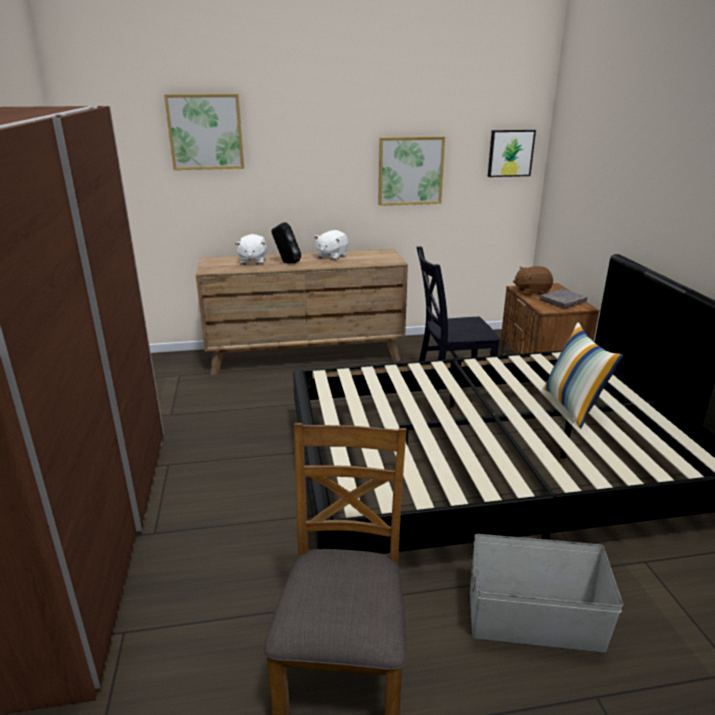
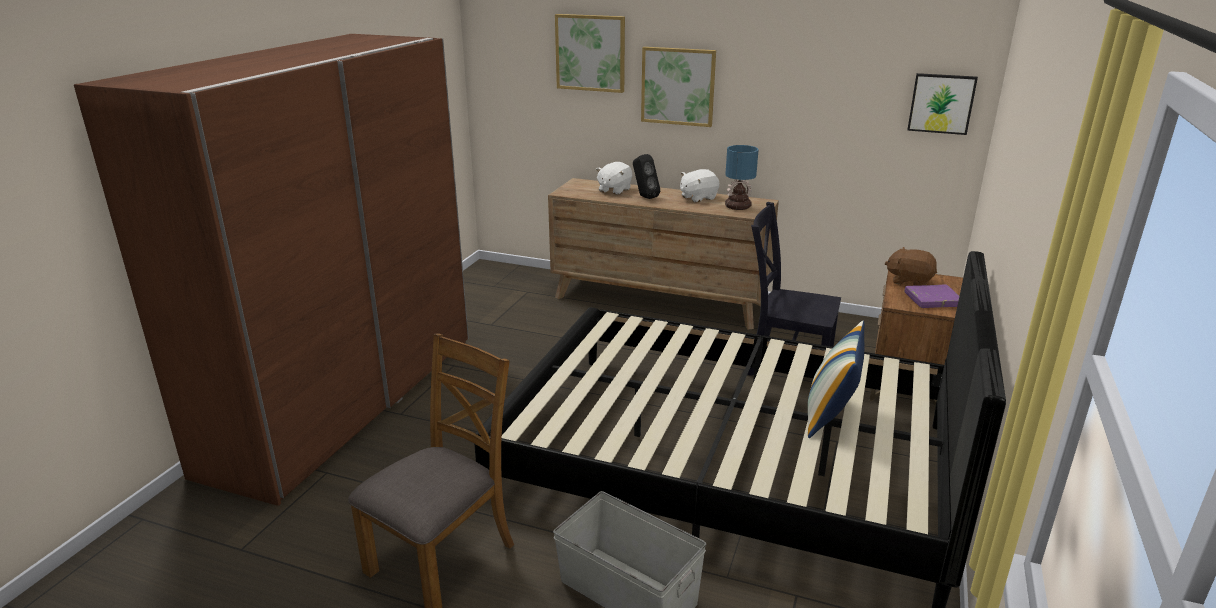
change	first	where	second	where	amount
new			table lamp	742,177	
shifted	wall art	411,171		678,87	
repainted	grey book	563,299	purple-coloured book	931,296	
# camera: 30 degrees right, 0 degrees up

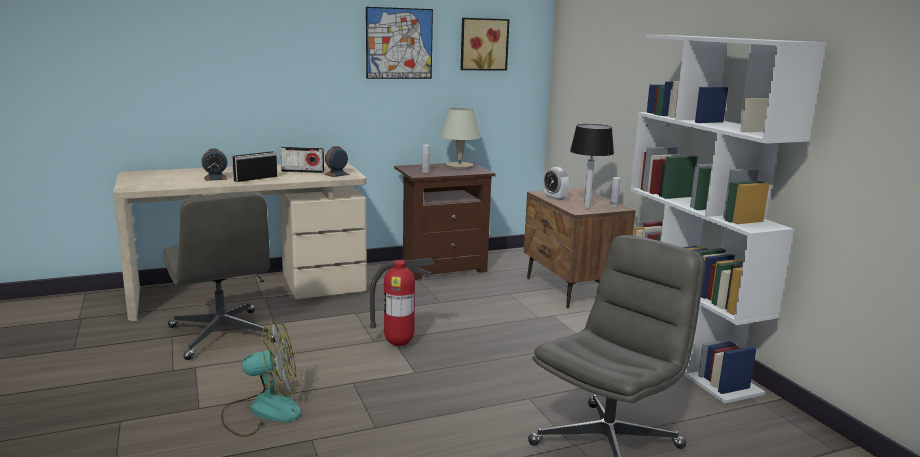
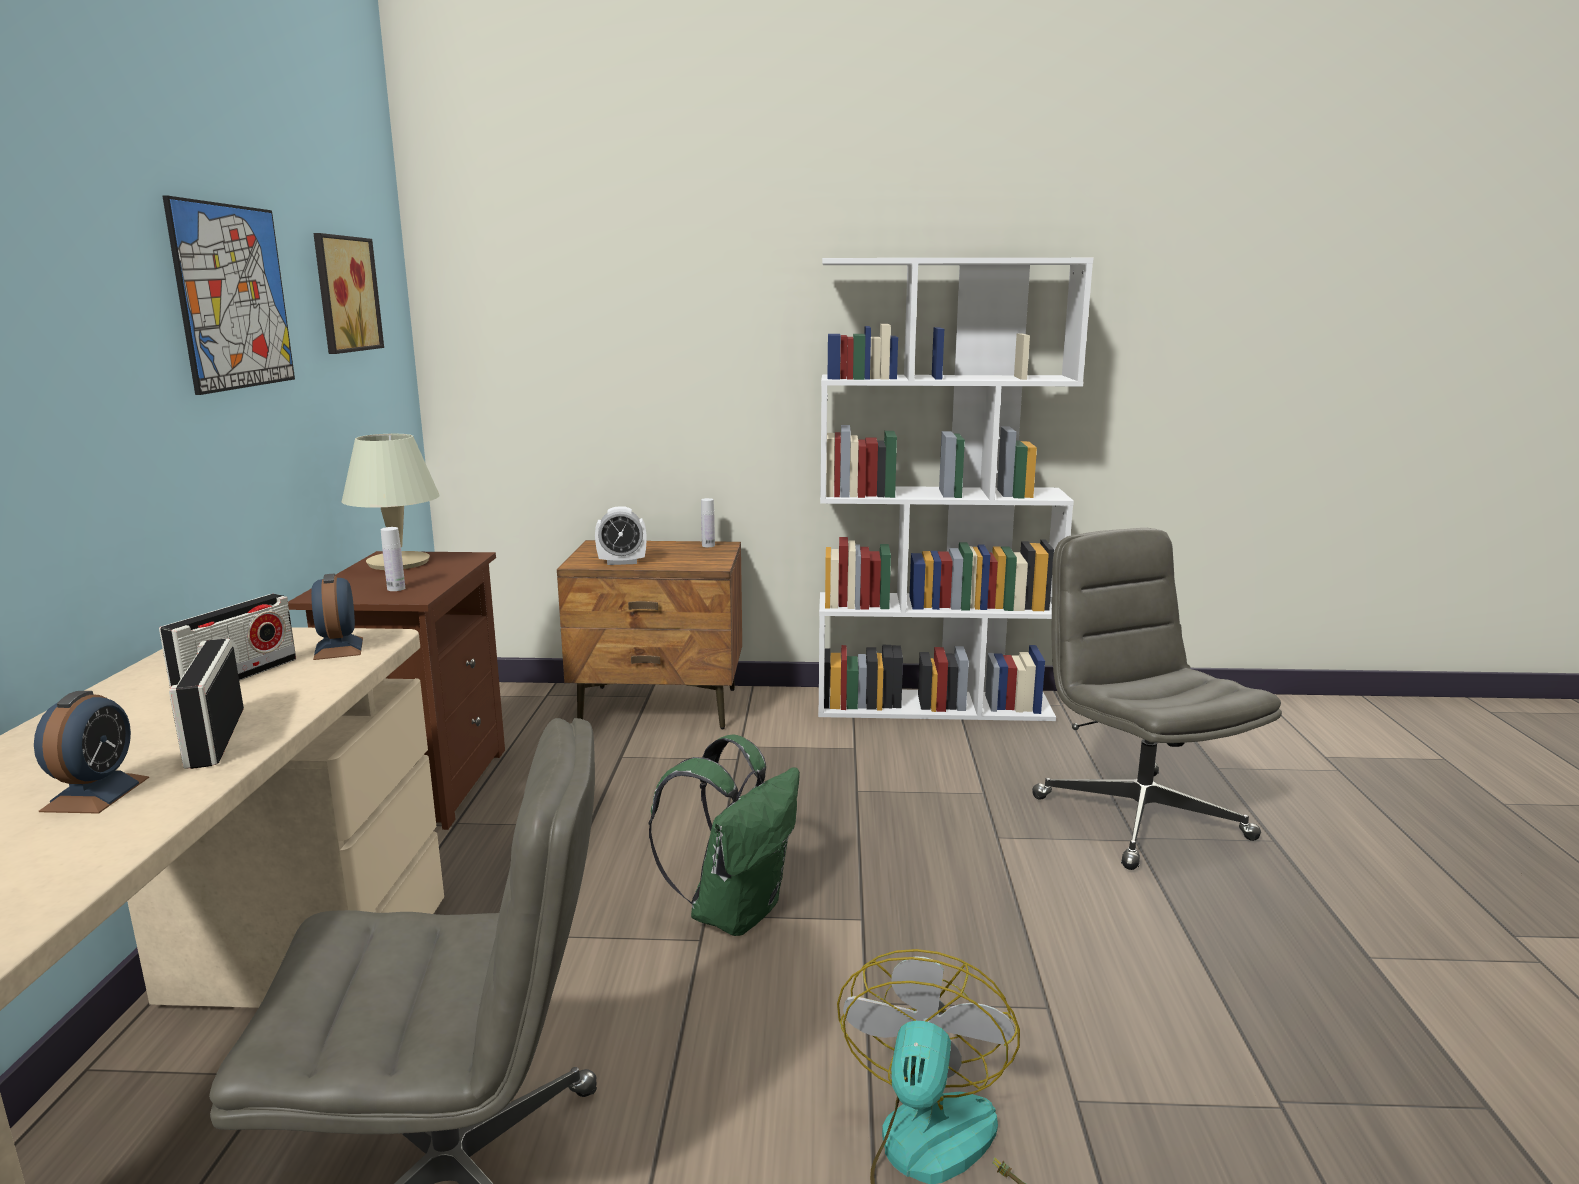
change	first	where	second	where	amount
gone	table lamp	592,166			
swapped	fire extinguisher	402,302	green-coloured knapsack	724,835	
# camera: 65 degrees left, 0 degrees up

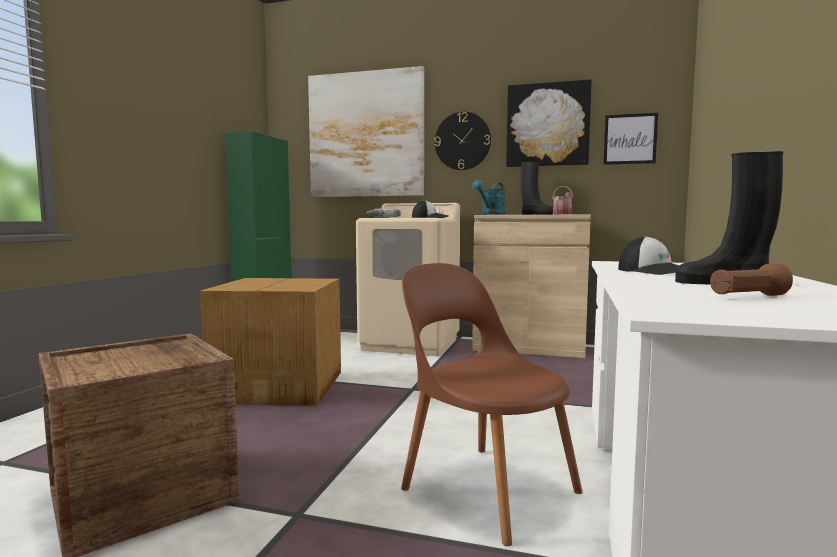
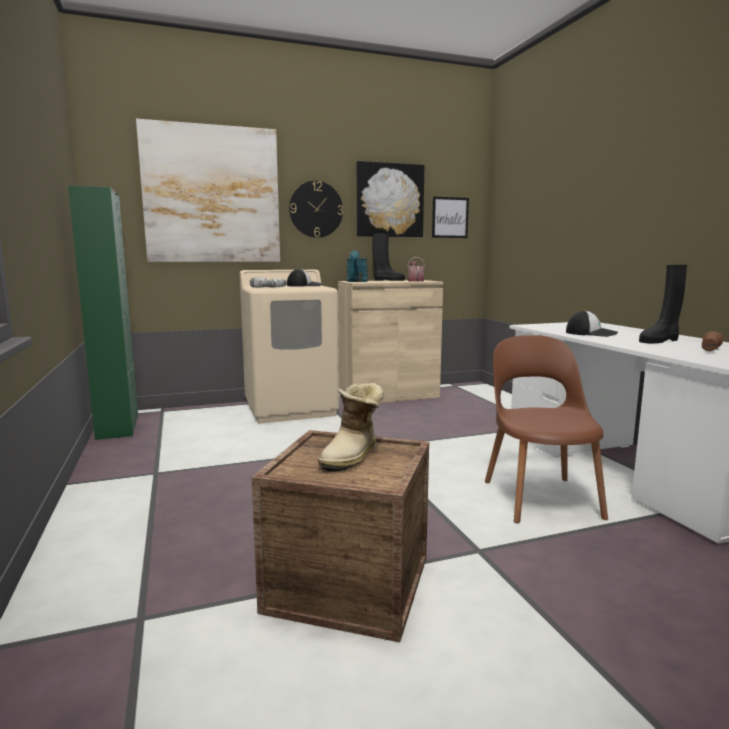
change	first	where	second	where	amount
gone	carton	270,342			
new			tall boot	351,427	
rotated	brown upright chair	492,404		546,429	75 degrees clockwise
# camera: 35 degrees left, 5 degrees up

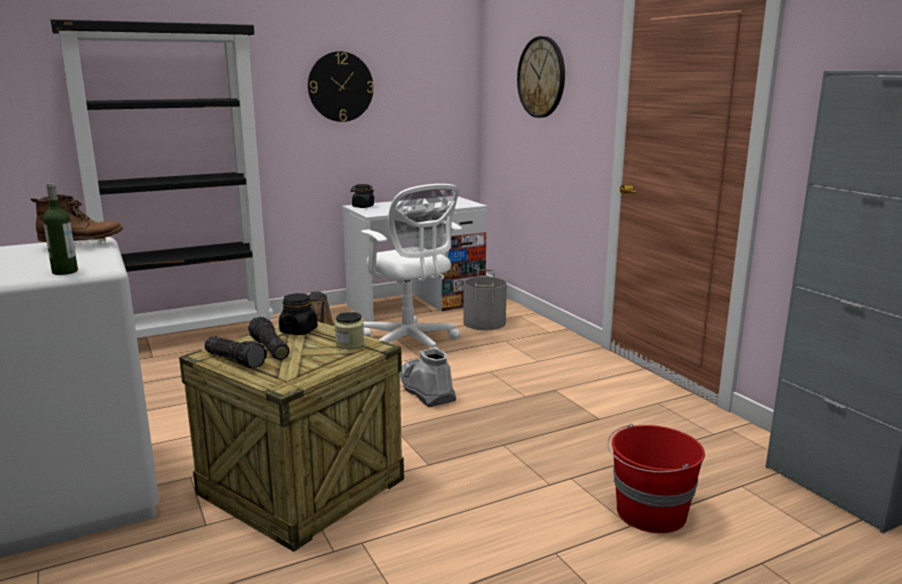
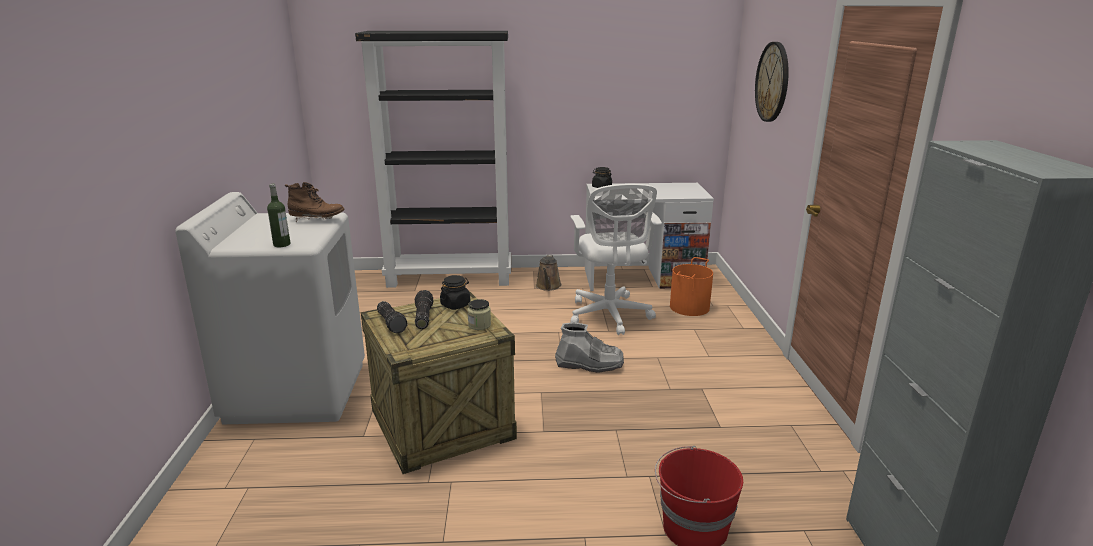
change	first	where	second	where	amount
gone	hanging clock	341,86			
repainted	grey pail	485,299	orange pail	691,286	
rotated	grey tall boot	428,377		589,347	105 degrees clockwise
# camera: 25 degrees right, 5 degrees up

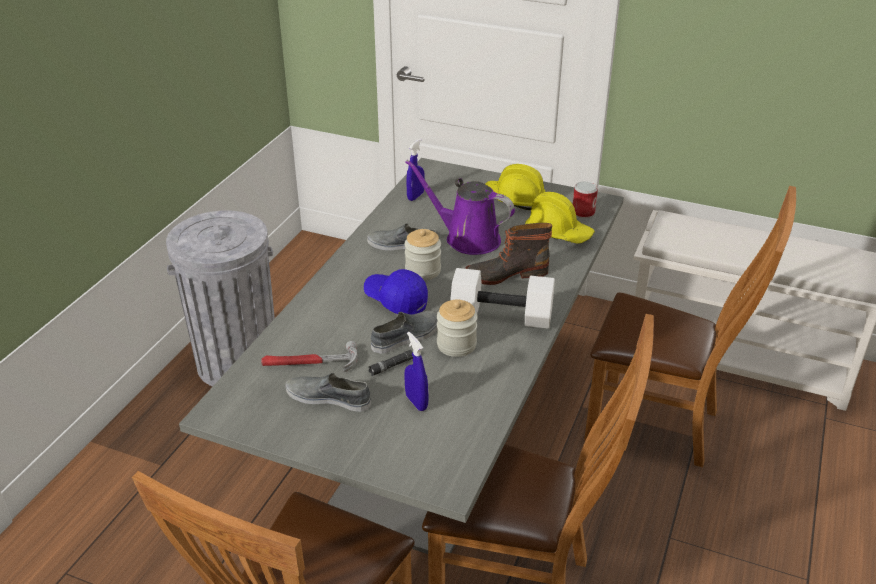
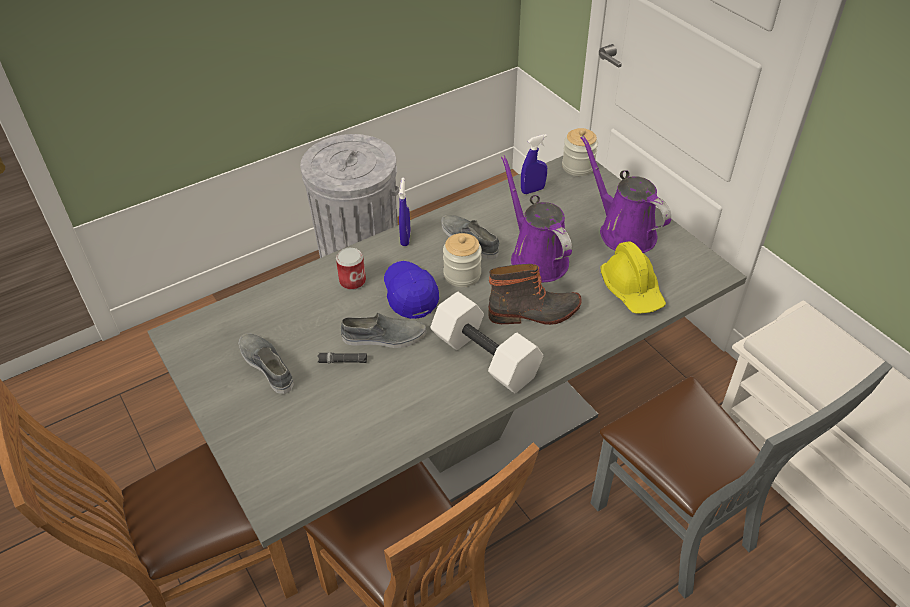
change	first	where	second	where	amount
gone	hammer	309,357			
shifted	bluish sprayer	416,371		405,211	
shifted	jar	457,328		580,152	
shifted	sealed can	585,199		351,269	
swapped	yellow-coloured work helmet	515,187	purple-coloured watering pot	625,194	
repainted	brown upright chair	690,326	grey upright chair	742,480	
rotated	tall boot	508,254		535,294	150 degrees clockwise
# camera: 35 degrees right, 10 degrees up

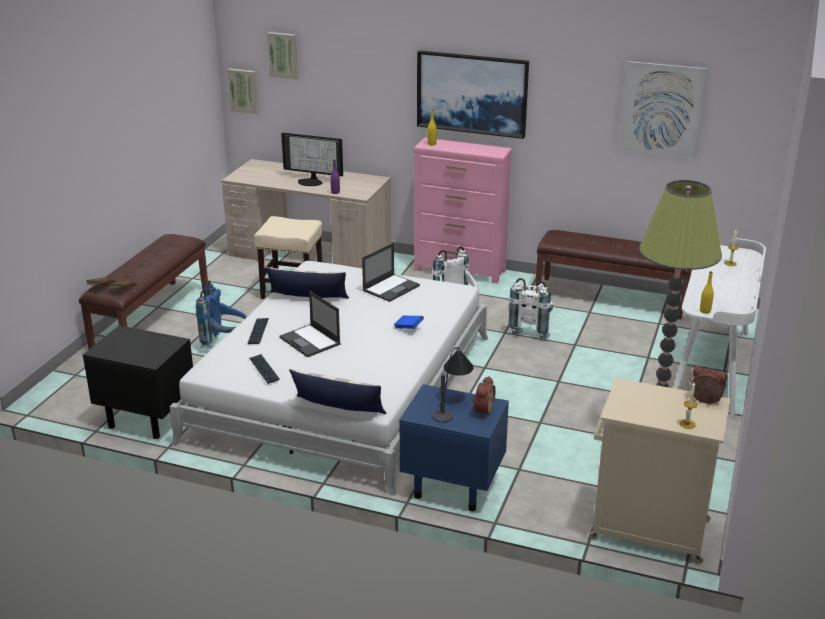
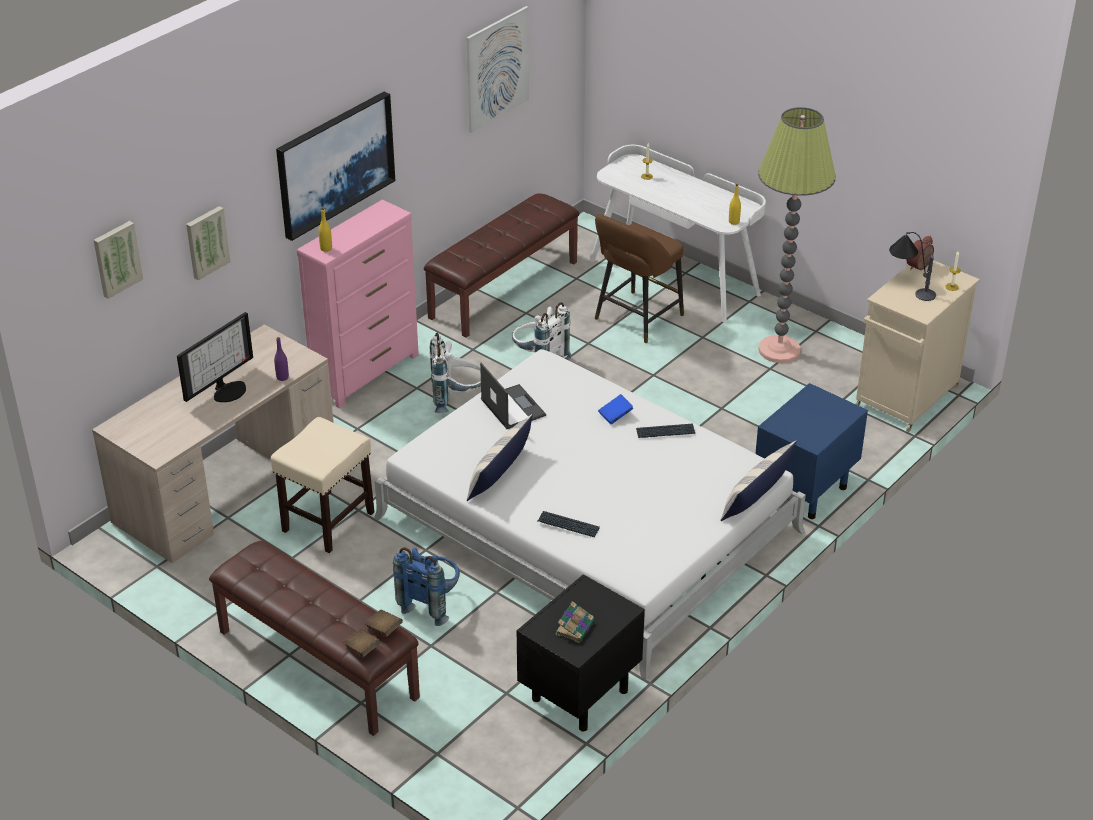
change	first	where	second	where	amount
gone	laptop	310,324			
gone	alarm clock	484,396			
new			book	575,622	
new			brown stool seat	639,278	
shifted	wall art	242,91		208,243	
shifted	keyboard	264,369		665,430	
shifted	table lamp	453,385		912,266	
# camera: 70 degrees left, 10 degrees up

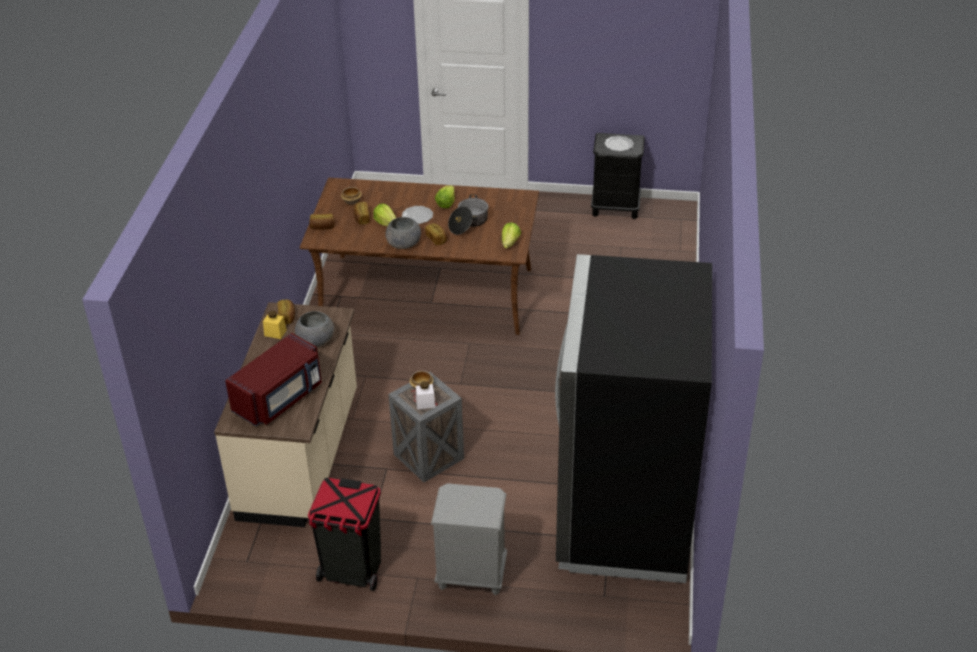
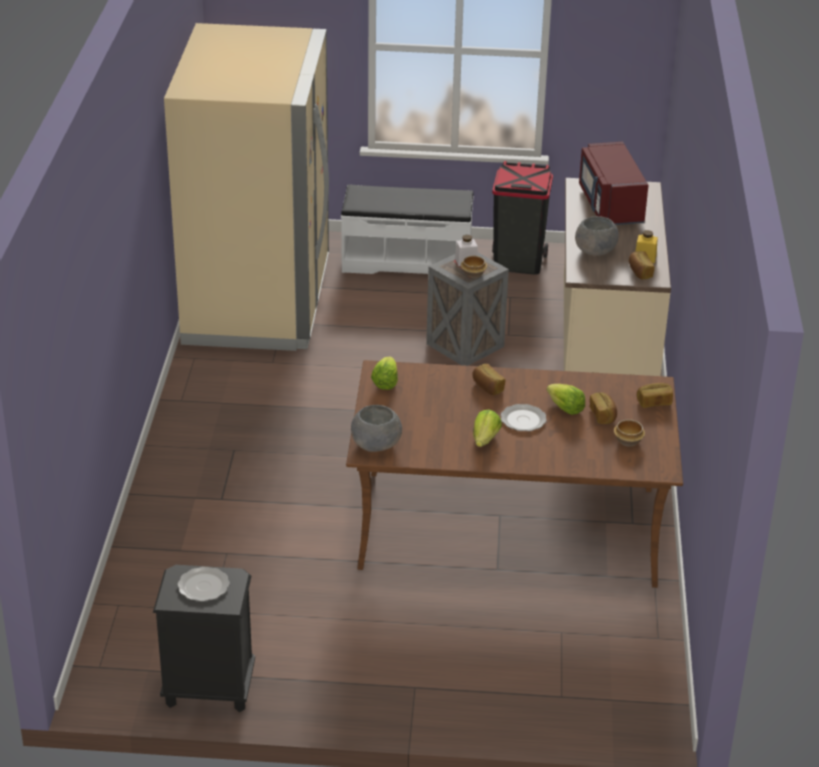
change	first	where	second	where	amount
gone	saucepot	468,214			
shifted	grey bowl	403,233		376,428	
swapped	grey nightstand	469,539	white-coloured indoor bench	407,229	
repainted	blackish fridge	633,418	sand-coloured fridge	246,187	
rotated	reddish microwave	273,379		614,183	45 degrees counterclockwise
# camera: 175 degrees right, 5 degrees down

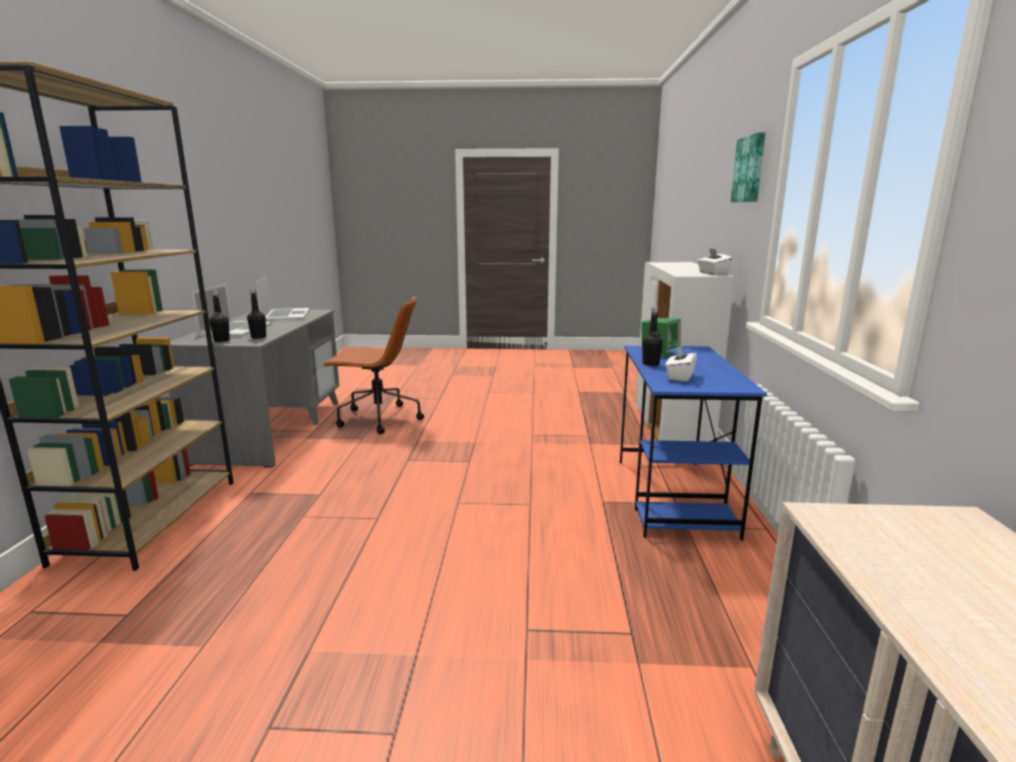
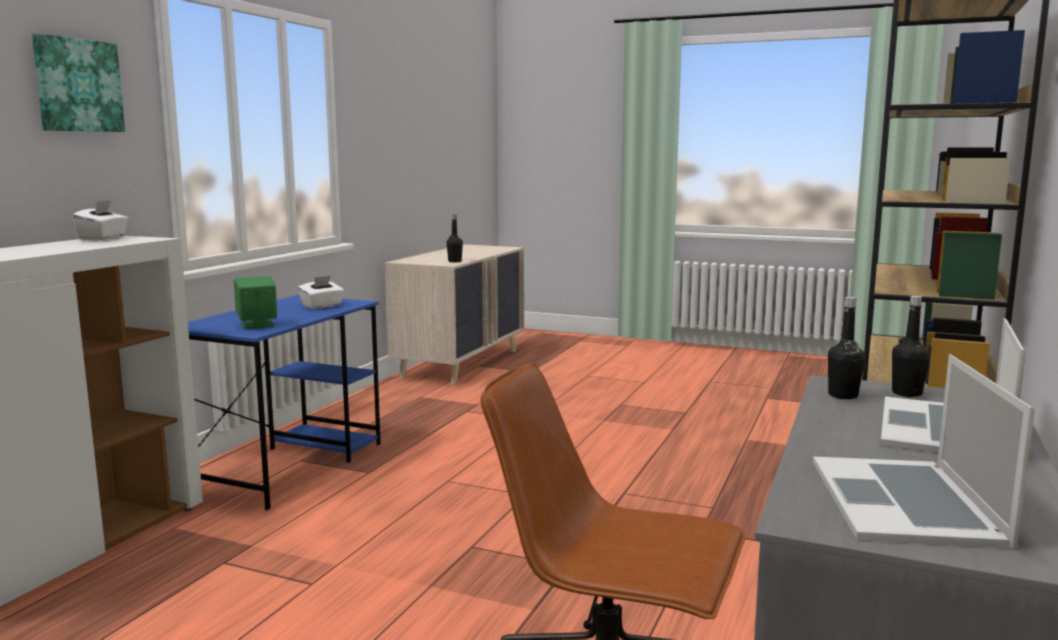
change	first	where	second	where	amount
shifted	blackish bottle	652,336		455,238	
# camera: 160 degrees left, 5 degrees down

